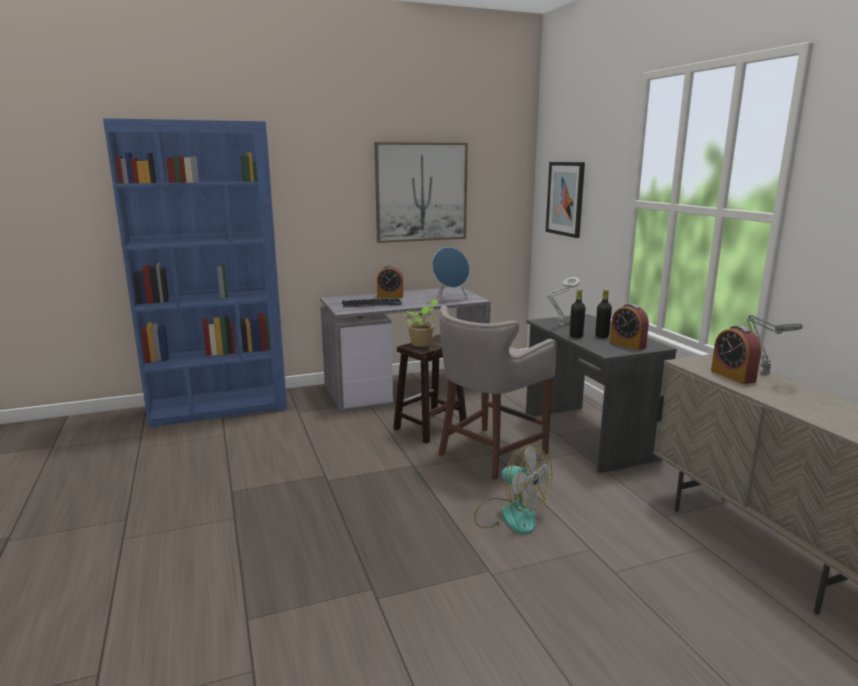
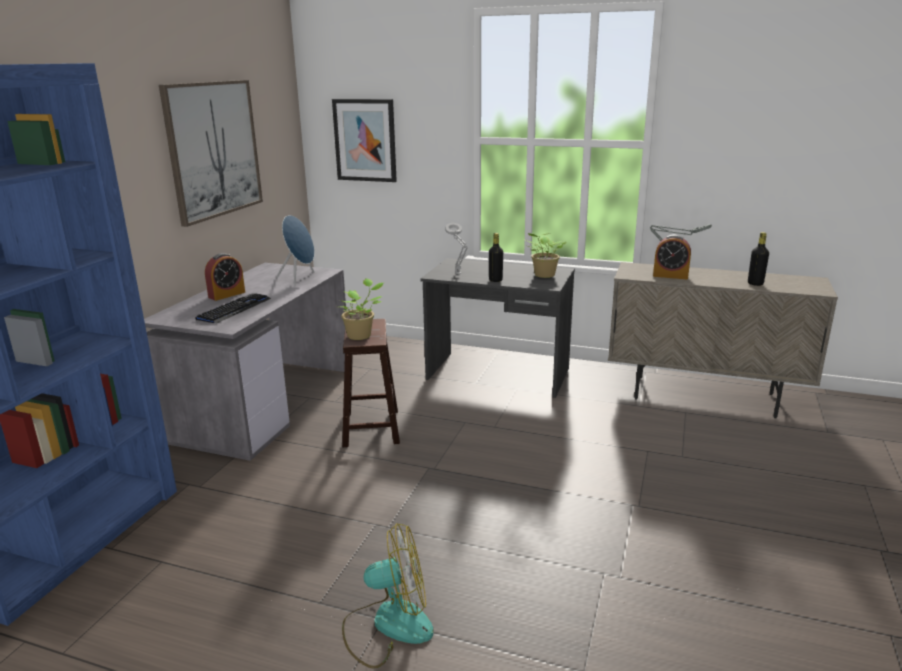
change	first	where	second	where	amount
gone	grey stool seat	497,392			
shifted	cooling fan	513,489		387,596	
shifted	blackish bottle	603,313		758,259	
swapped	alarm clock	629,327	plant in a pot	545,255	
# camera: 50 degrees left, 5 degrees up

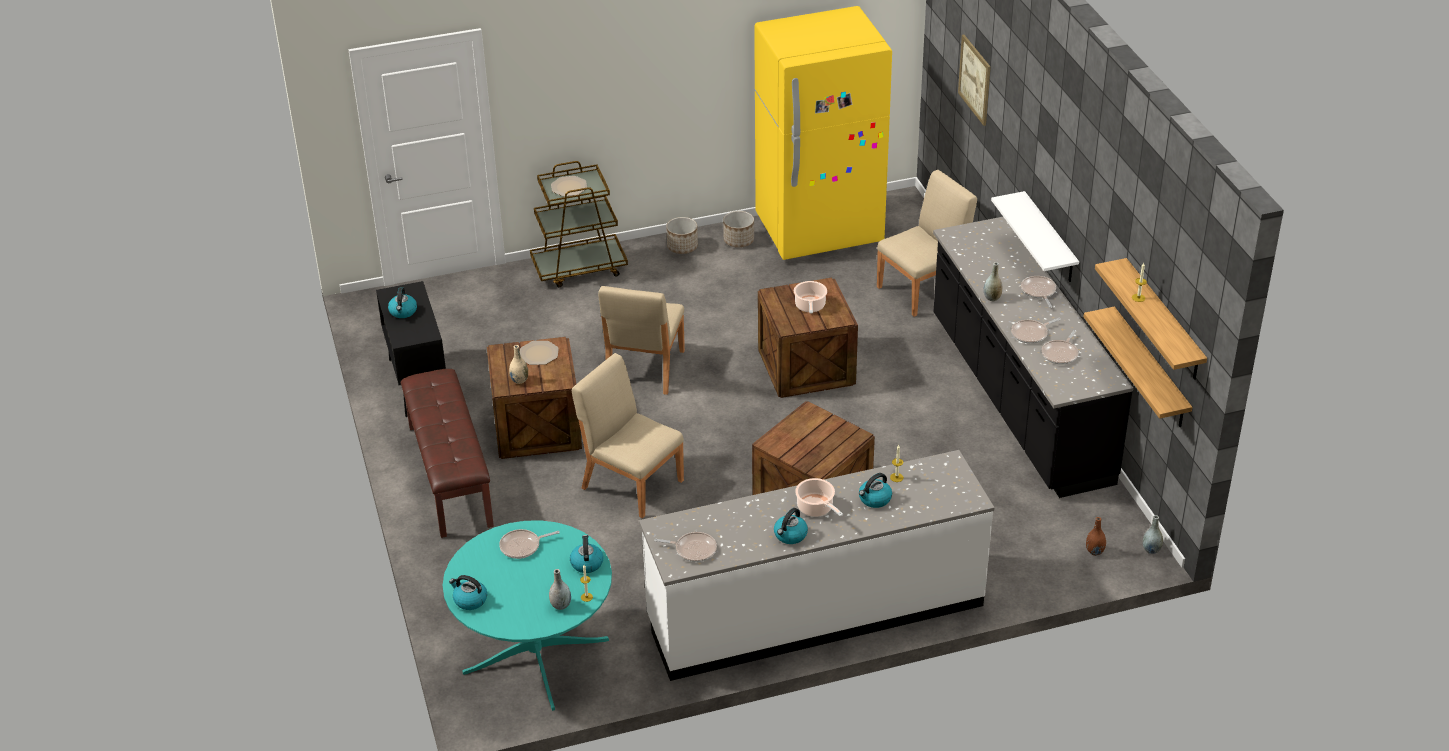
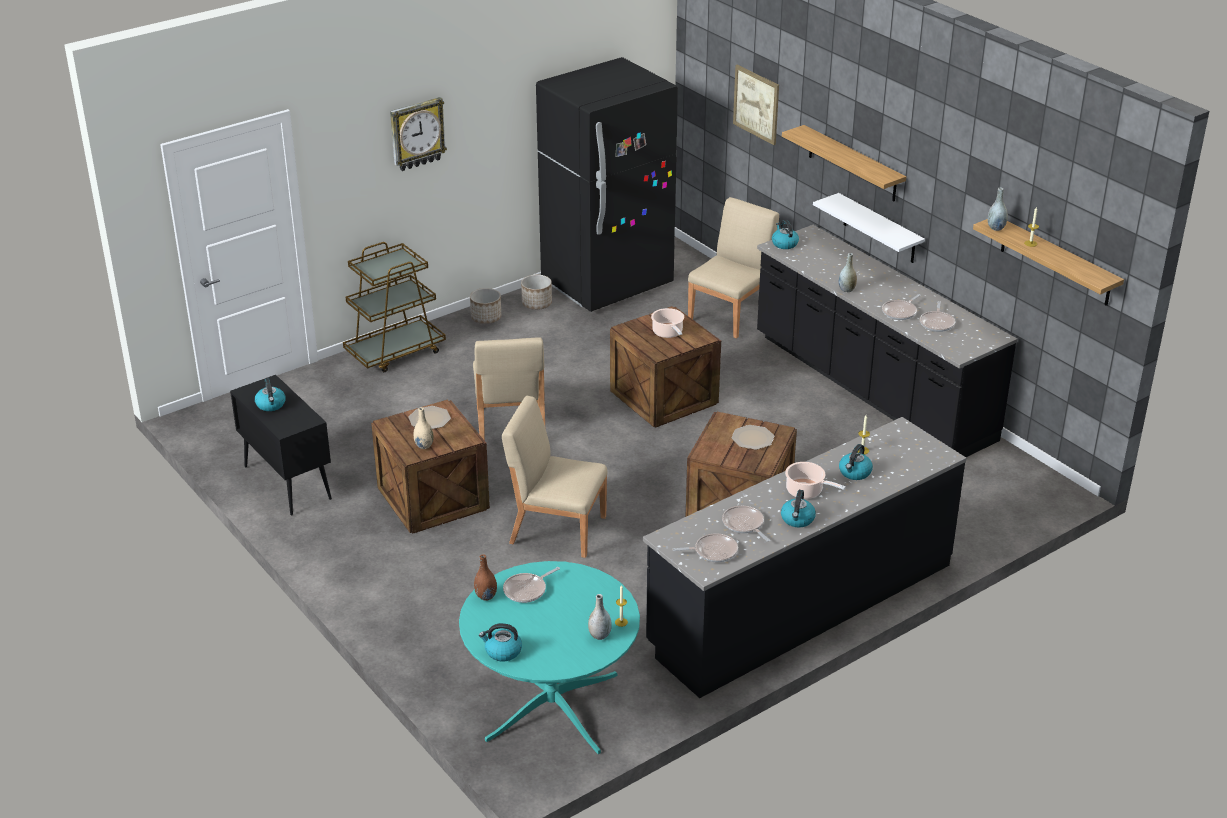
change	first	where	second	where	amount
gone	brown indoor bench	447,453			
new			hanging clock	418,134	
shifted	dinner plate	569,186		752,437	
shifted	tea kettle	587,554		785,234	
shifted	frying pan	1038,292		746,524	
shifted	shelf	1138,366		844,163	
shifted	brown vase	1096,536		485,577	
shifted	grey vase	1153,534		998,209	
repainted	white-coloured counter	817,565	blackish counter	805,557	
repainted	yellow-coloured fridge	823,133	blackish fridge	607,184	
# camera: 20 degrees left, 5 degrees down

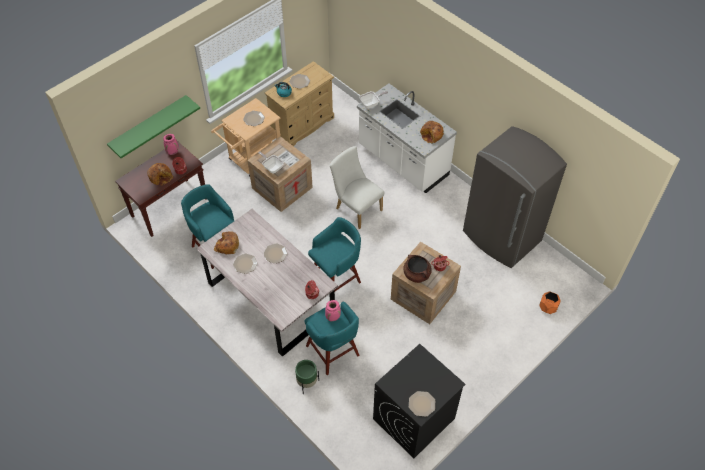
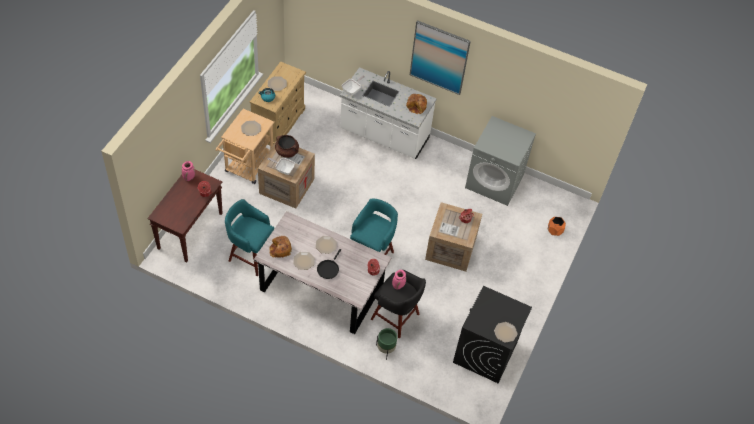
change	first	where	second	where	amount
gone	green-coloured shelf	153,126			
gone	baked bread	160,174			
gone	white-coloured upright chair	357,187			
new			blackish frying pan	329,264	
new			wall art	440,57	
shifted	brown saucepot	417,269		287,146	
swapped	grey fridge	515,197	grey washing machine	500,161	
repainted	turquoise-coloured stool seat	332,338	blackish stool seat	398,304	
# camera: 25 degrees left, 0 degrees up

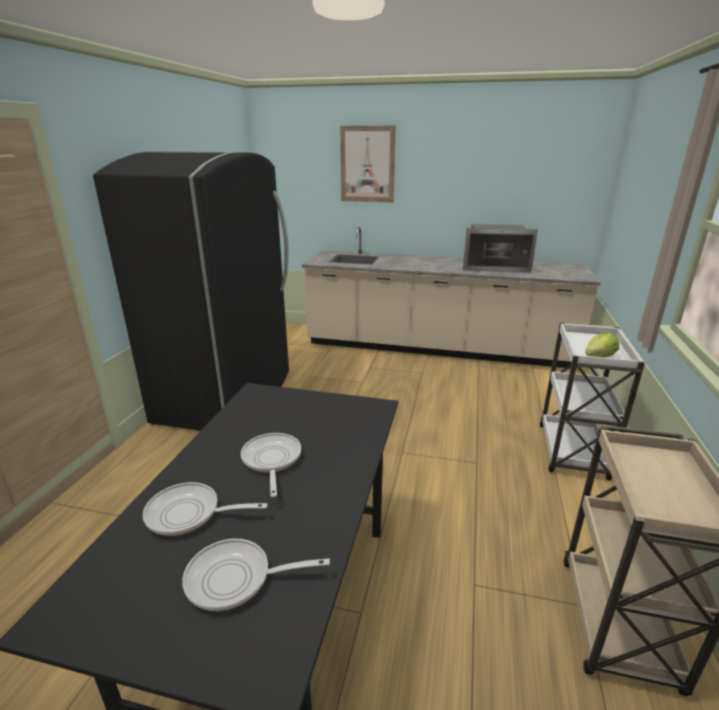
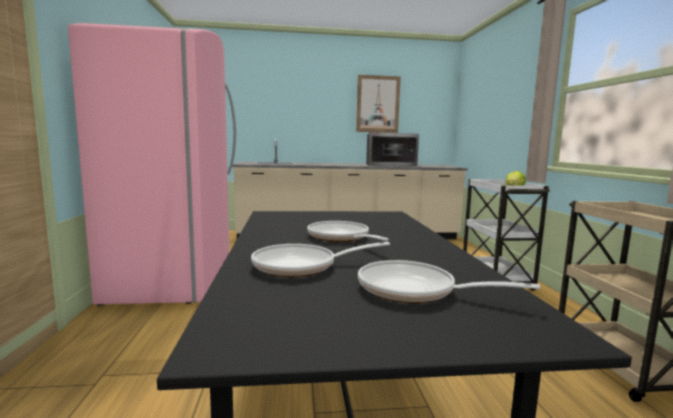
change	first	where	second	where	amount
shifted	wall art	368,164		378,104	
repainted	blackish fridge	191,291	pinkish fridge	152,164	
rotated	frying pan	256,575		449,281	45 degrees clockwise
# camera: 20 degrees left, 15 degrees down

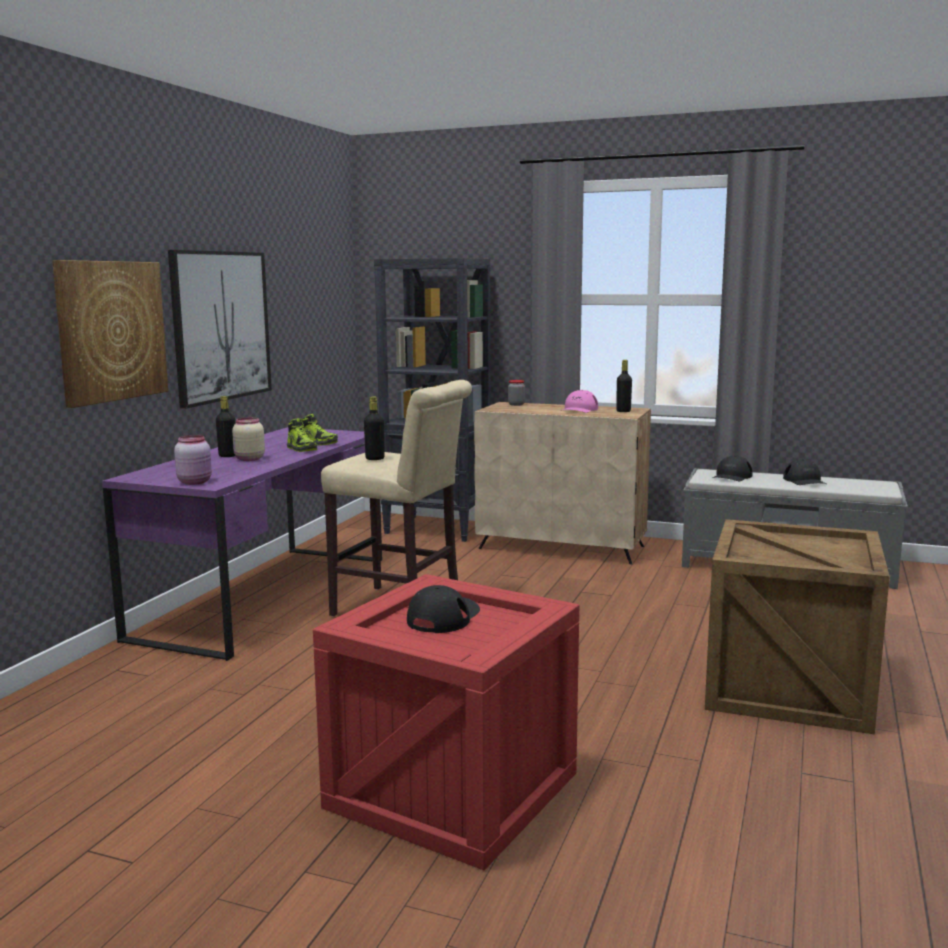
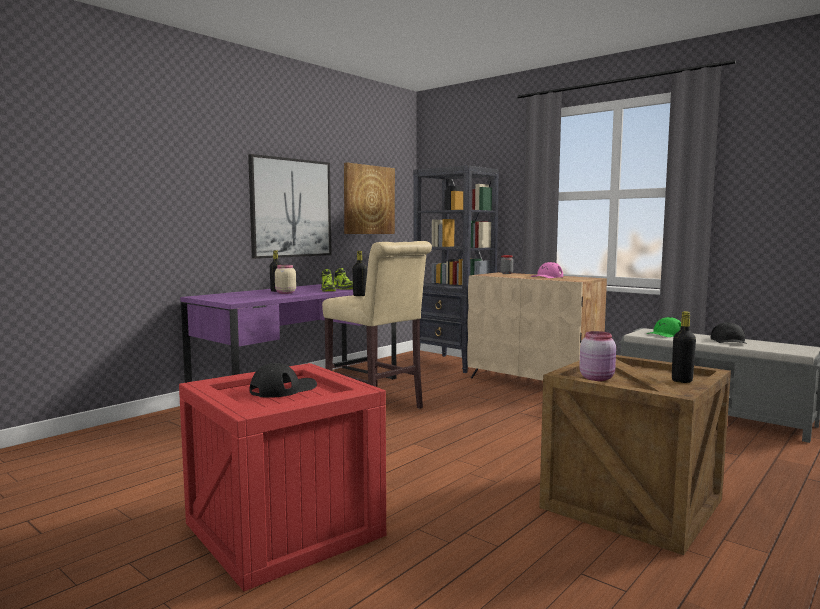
change	first	where	second	where	amount
shifted	wall art	110,334		369,198	
shifted	pinkish jar	193,460		597,356	
shifted	blackish bottle	624,386		684,347	
repainted	blackish peaked cap	732,468	green-coloured peaked cap	663,327	
# camera: 20 degrees right, 5 degrees down

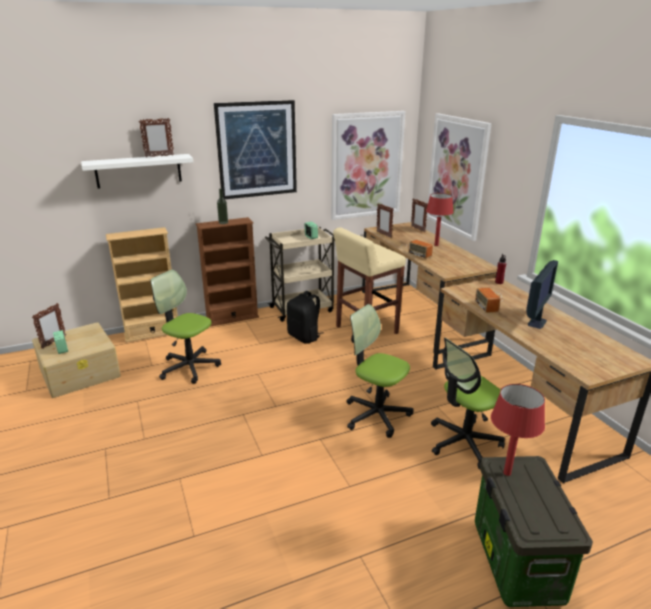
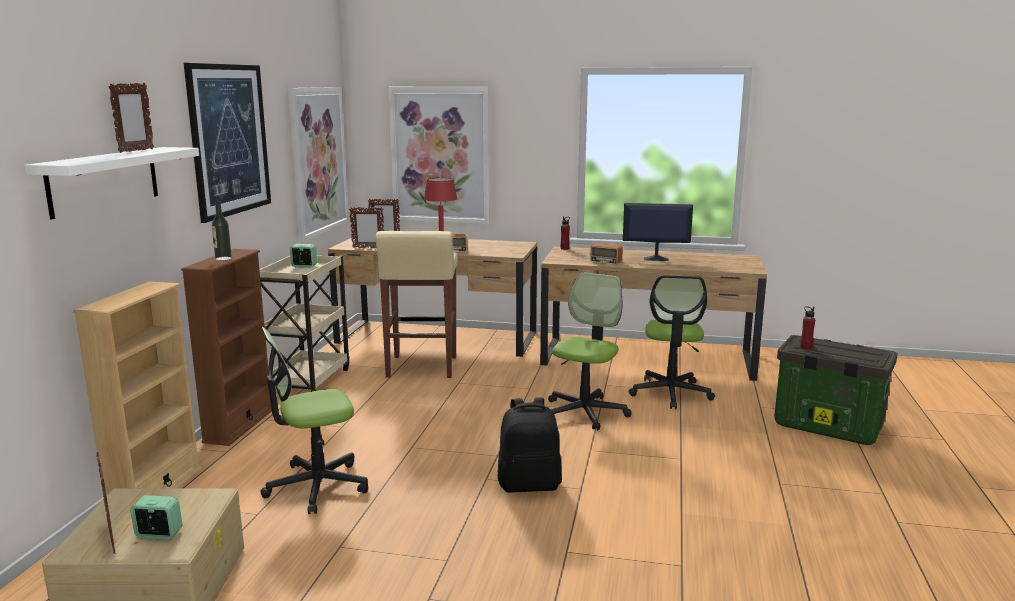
change	first	where	second	where	amount
shifted	blackish knapsack	305,317		530,445	
swapped	reddish table lamp	518,430	reddish bottle	807,327	
rotated	office chair	379,371		589,351	135 degrees clockwise
rotated	computer display	542,294		658,232	60 degrees counterclockwise
# camera: 55 degrees left, 10 degrees down

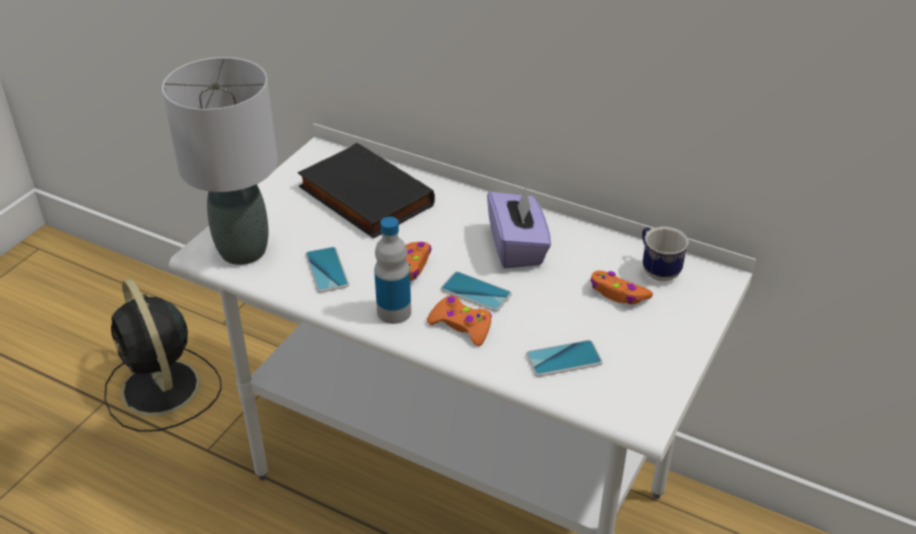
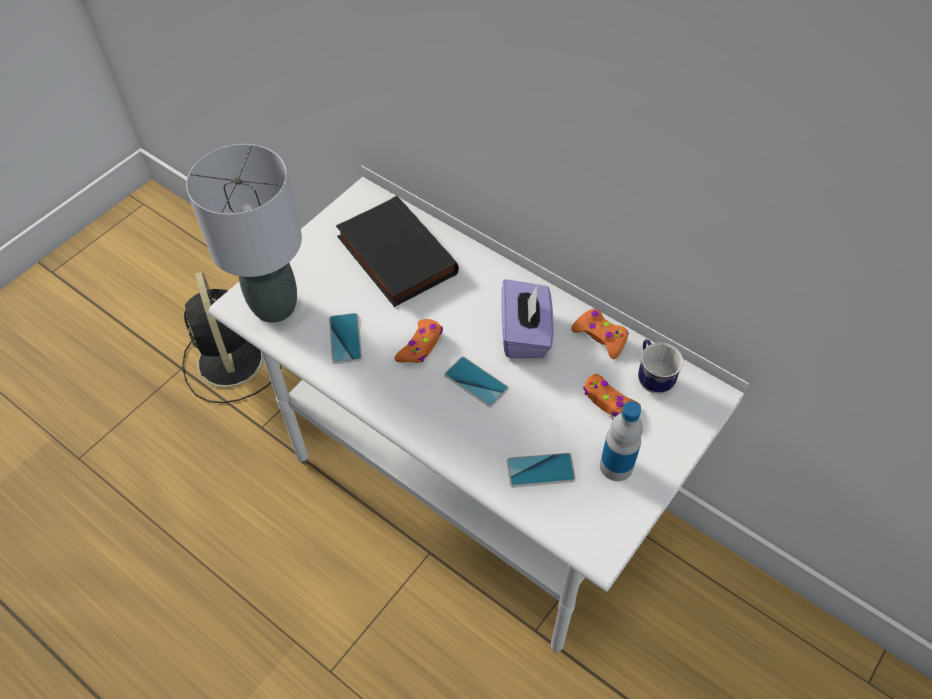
change	first	where	second	where	amount
shifted	bottle	392,270		621,441	
shifted	orange game controller	459,320		600,334	
# camera: 10 degrees right, 15 degrees up

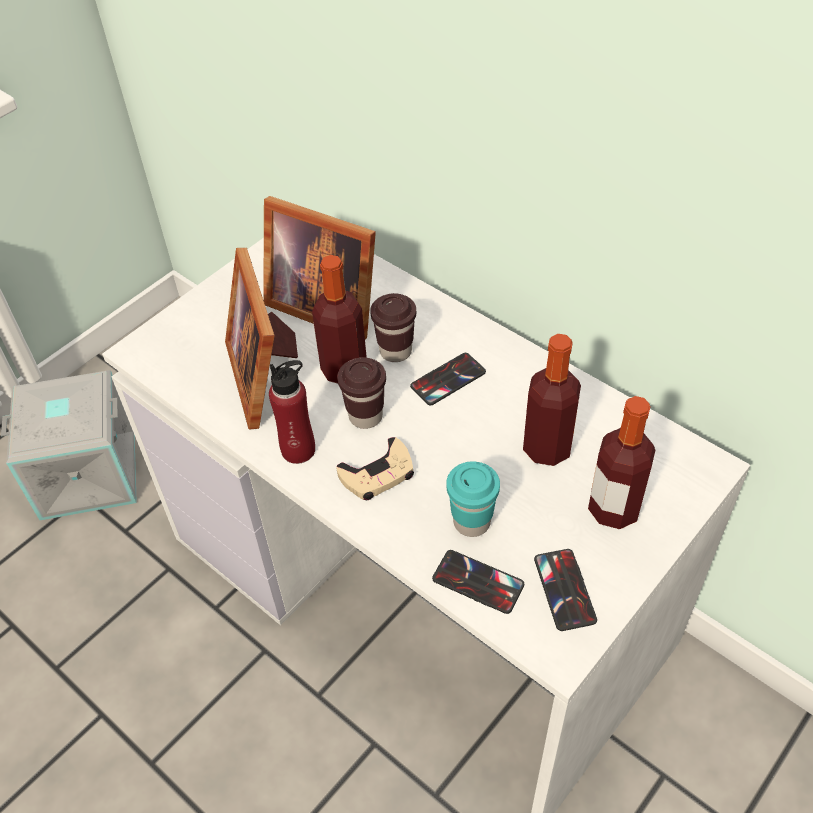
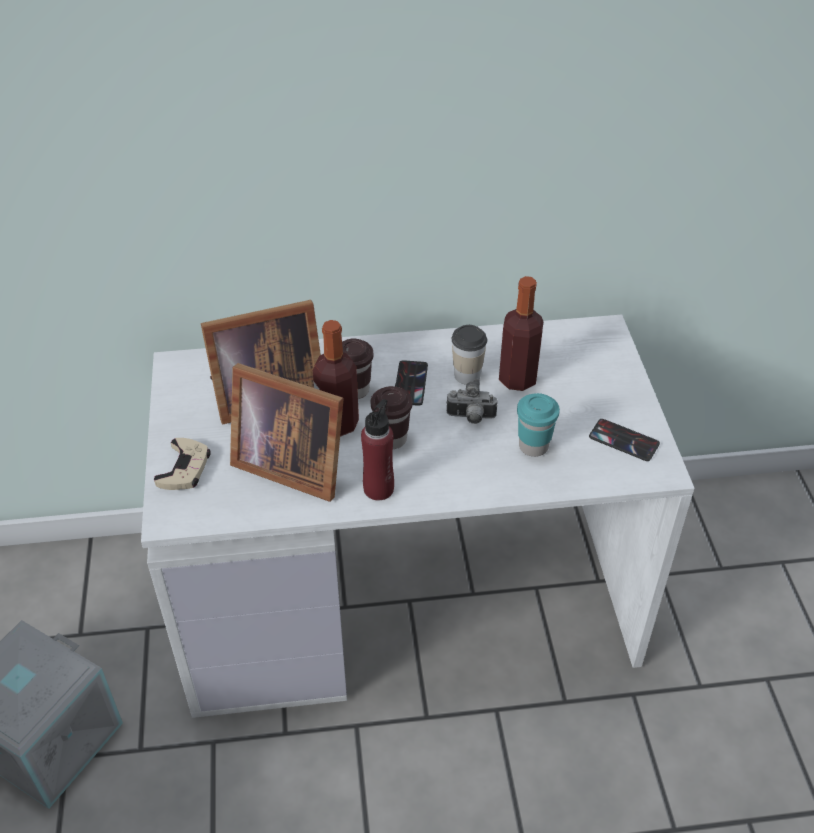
change	first	where	second	where	amount
gone	handset	478,582			
gone	bottle	621,462			
new			still camera	472,401	
new			drinking cup	469,355	
shifted	sand-coloured game controller	375,468		182,464	
# camera: 50 degrees left, 5 degrees down

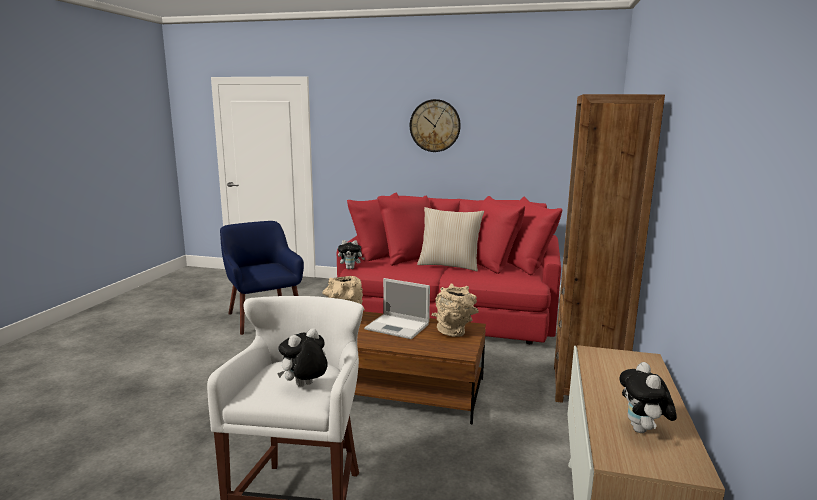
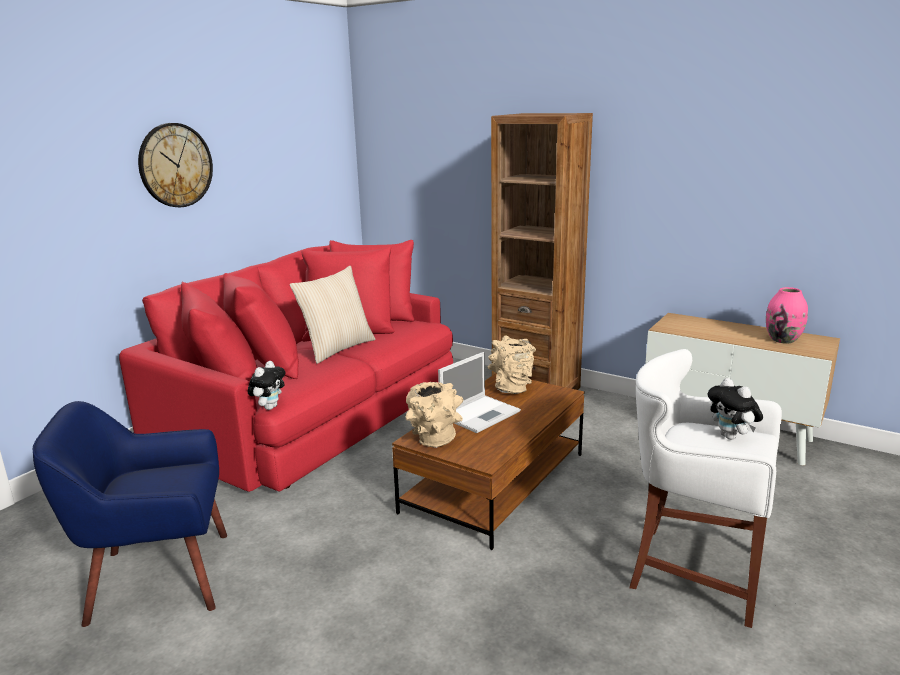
change	first	where	second	where	amount
swapped	plush toy	648,397	pinkish vase	787,315	
# camera: 70 degrees left, 5 degrees up

